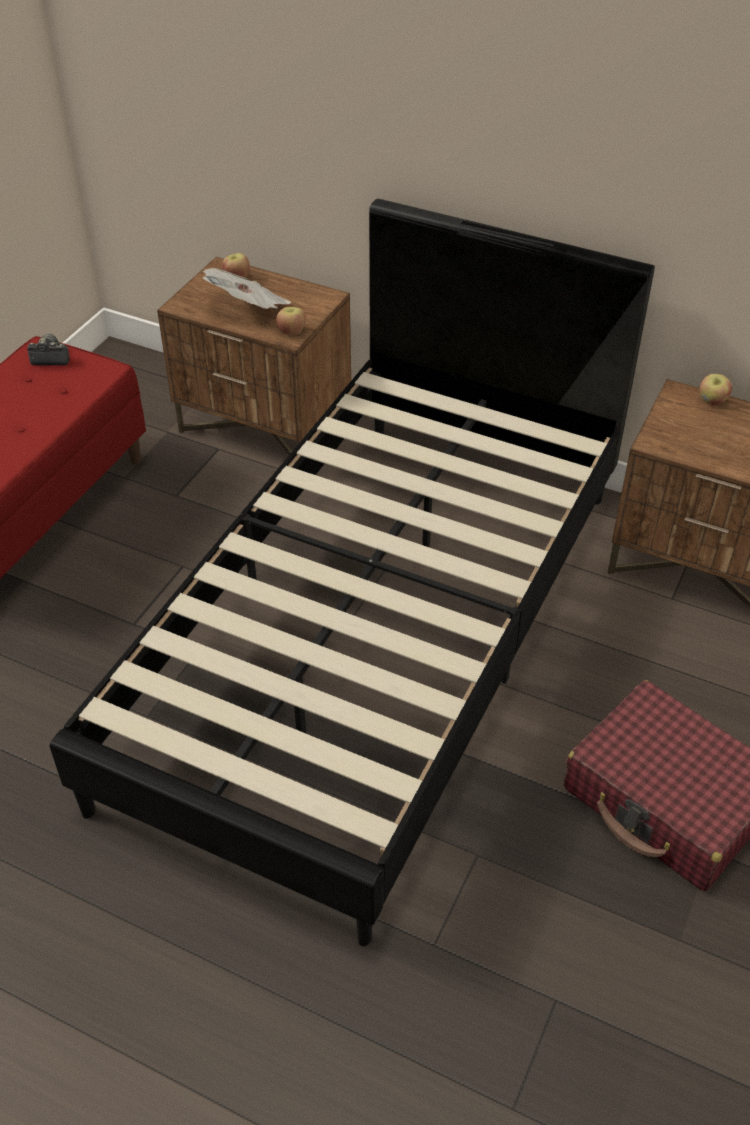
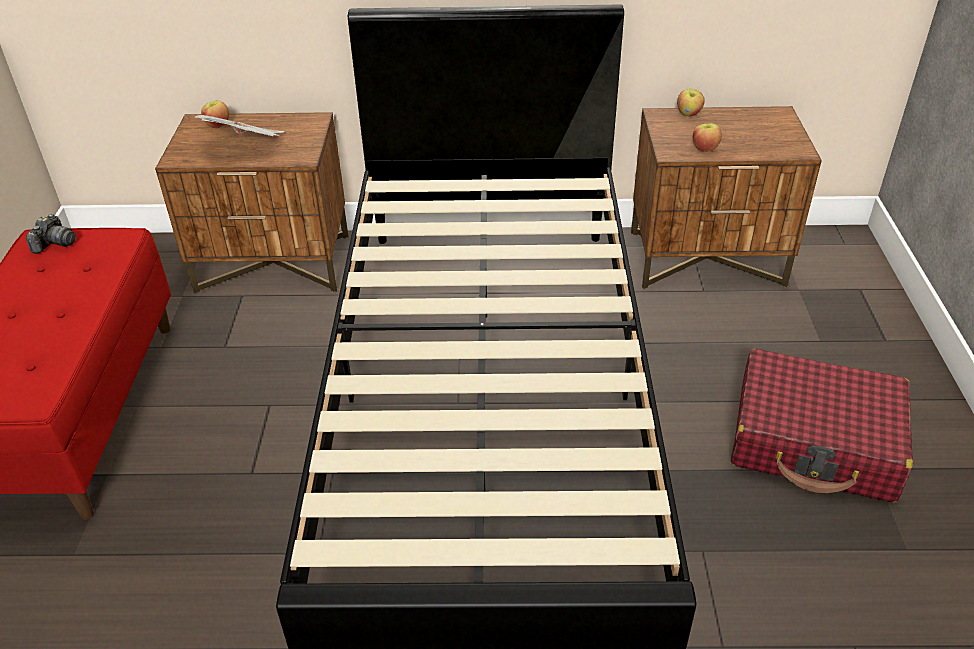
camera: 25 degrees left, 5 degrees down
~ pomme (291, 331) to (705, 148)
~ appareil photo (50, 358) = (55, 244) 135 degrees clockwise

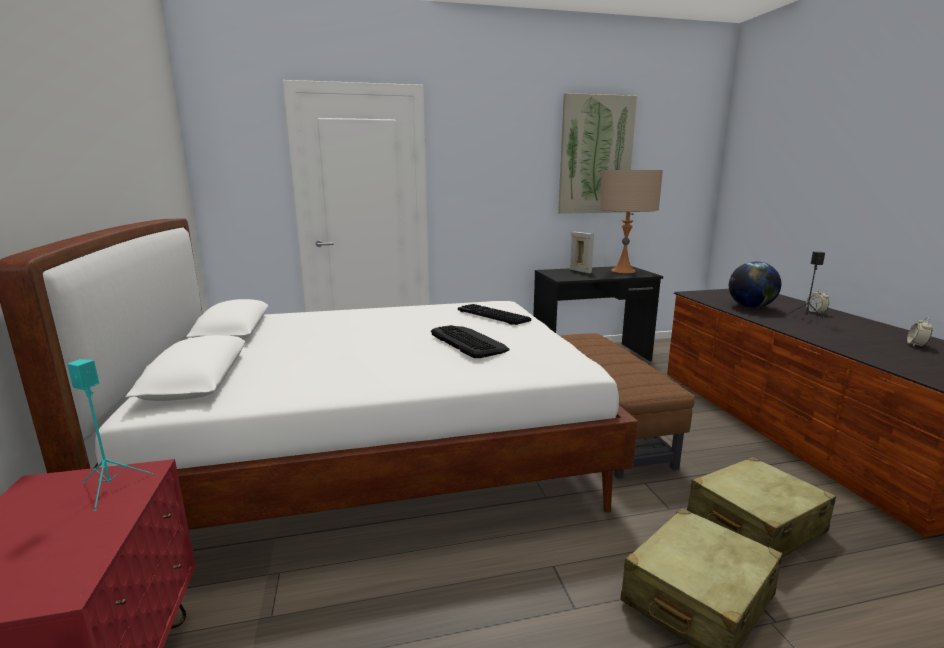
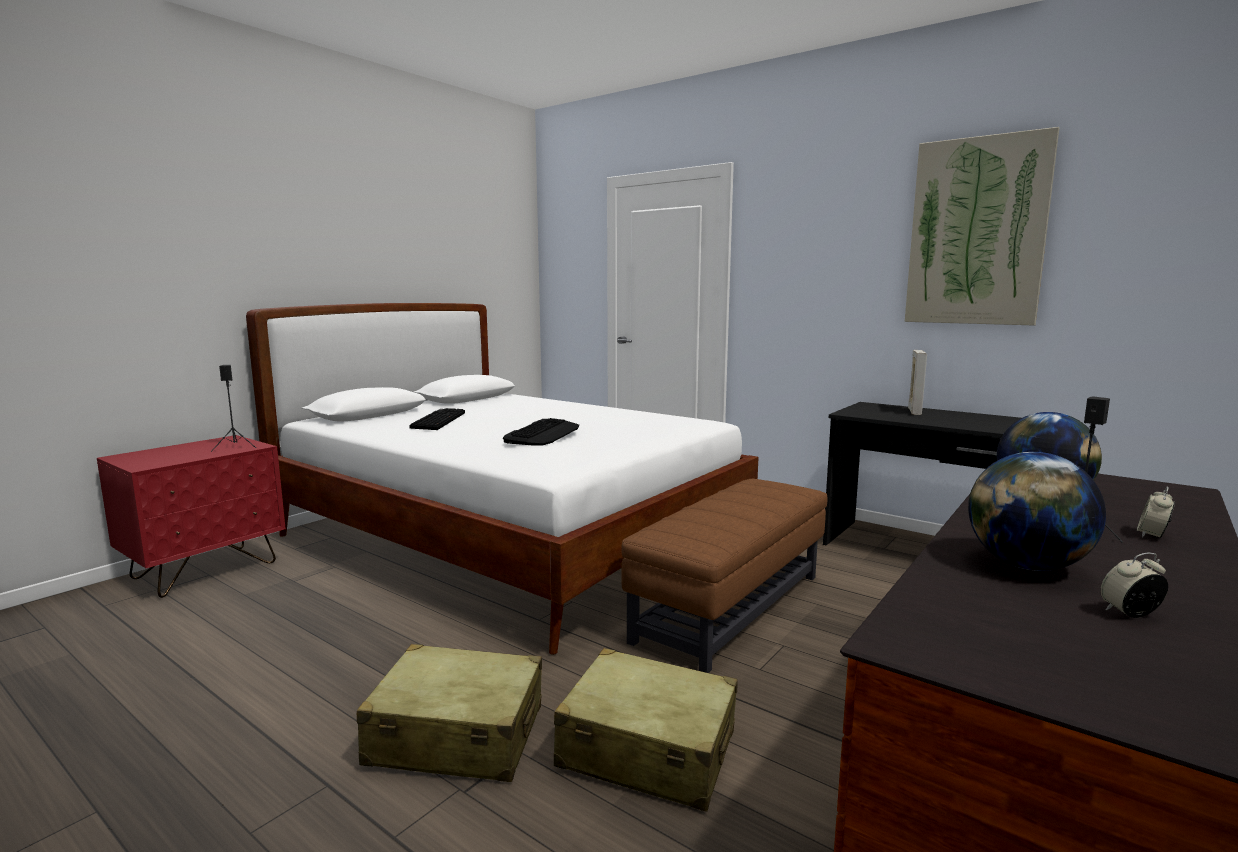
camera: 50 degrees right, 5 degrees down
- lampe de table [beige] (623, 271)
+ globe (1026, 566)
~ clavier (491, 316) to (437, 420)
~ enceinte [turquoise] (112, 487) to enceinte [noir] (235, 447)

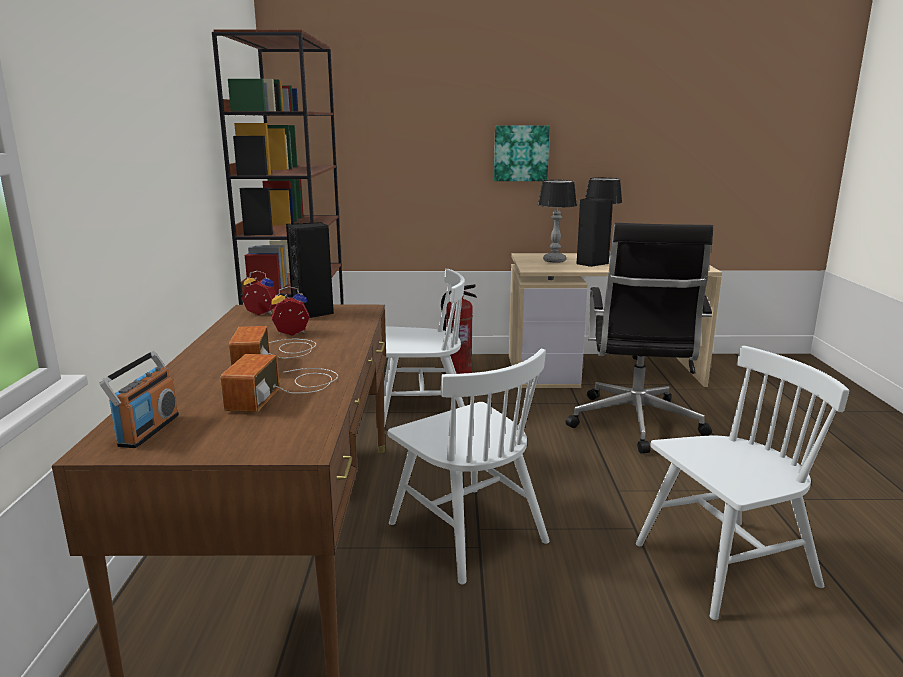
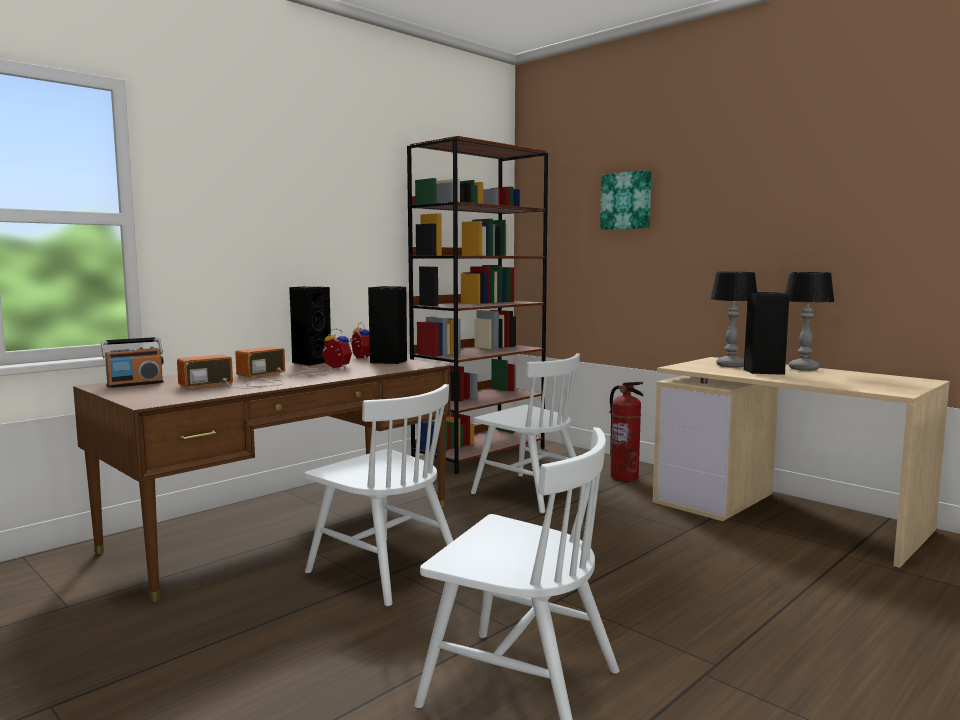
camera: 45 degrees right, 10 degrees down
- chaise de bureau [noir] (635, 424)
+ enceinte [noir] (310, 362)
~ tableau (521, 153) to (626, 201)
~ chaise [blanc] (467, 532) = (384, 570) 60 degrees counterclockwise

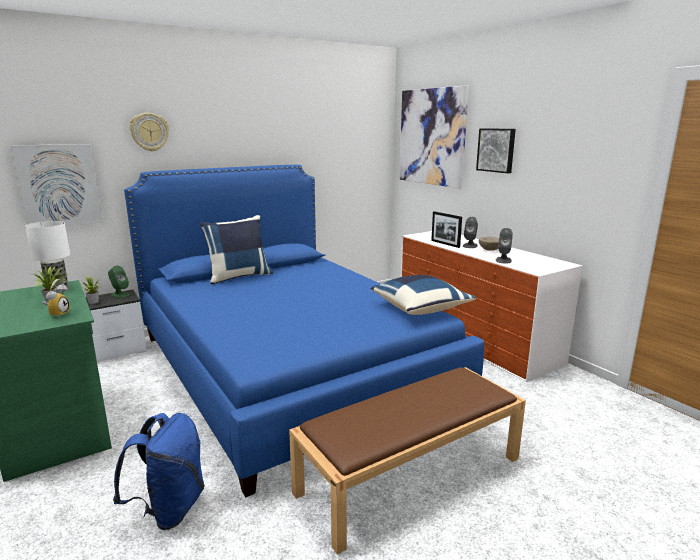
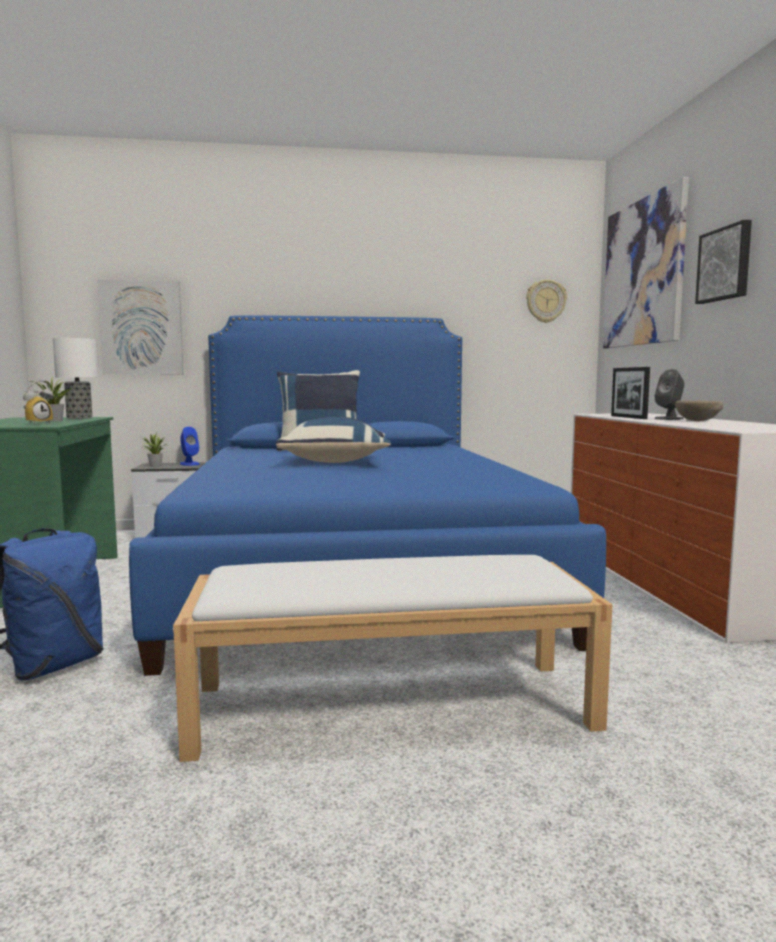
camera: 25 degrees right, 10 degrees down
- enceinte [gris] (503, 260)
~ horloge murale (149, 132) to (545, 301)
~ coussin [bleu] (420, 309) to (336, 461)
~ enceinte [vert] (120, 294) to enceinte [bleu] (189, 464)
~ banc [marron] (411, 474) to banc [blanc] (393, 705)

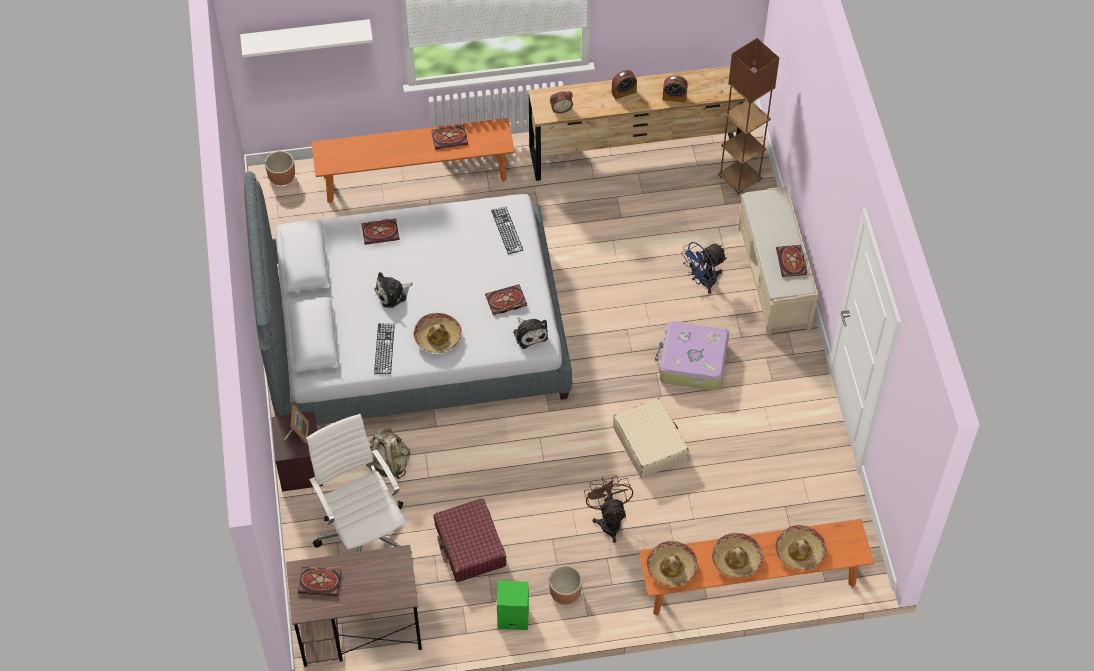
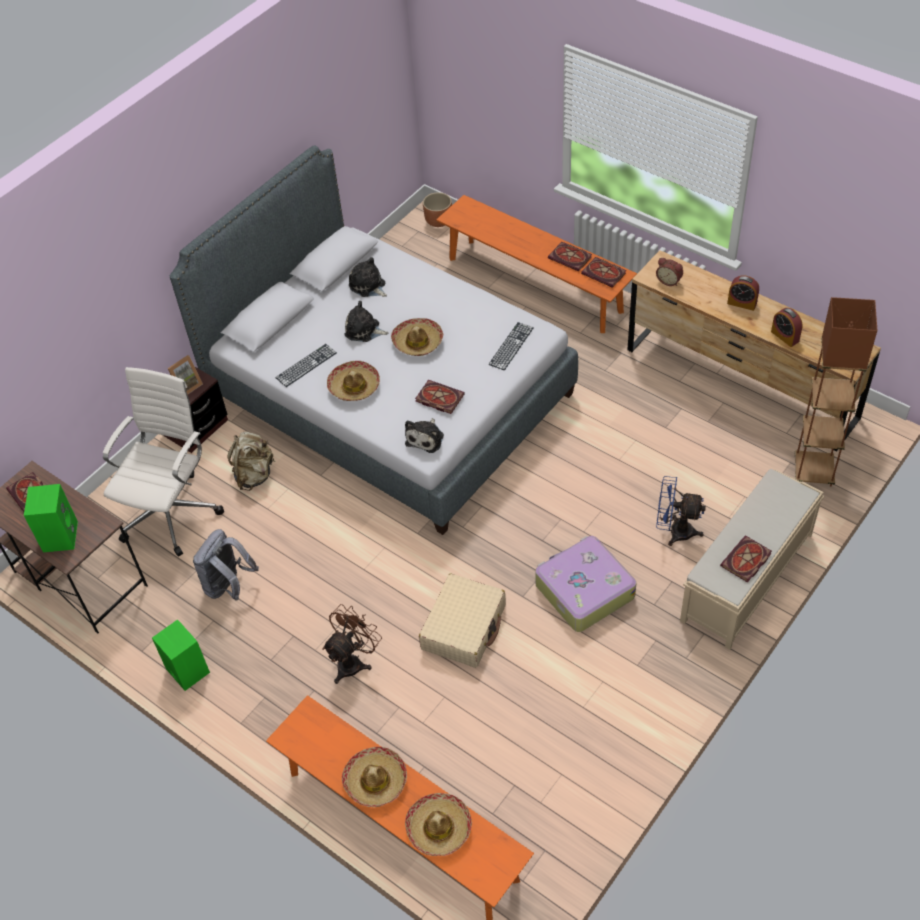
camera: 50 degrees right, 5 degrees down
- étagère [blanc] (306, 36)
- cache-pot [marron] (565, 593)
+ enceinte [vert] (59, 536)
+ peluche (368, 286)
~ livre (381, 232) to (605, 273)
~ chapeau (672, 567) to (418, 342)
~ valise [rouge] (470, 546) to sac à dos [gris] (228, 586)

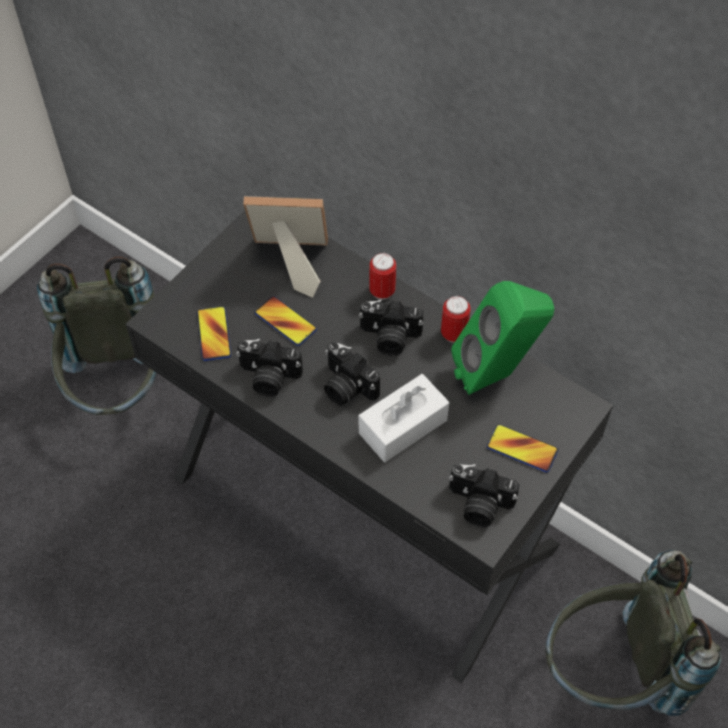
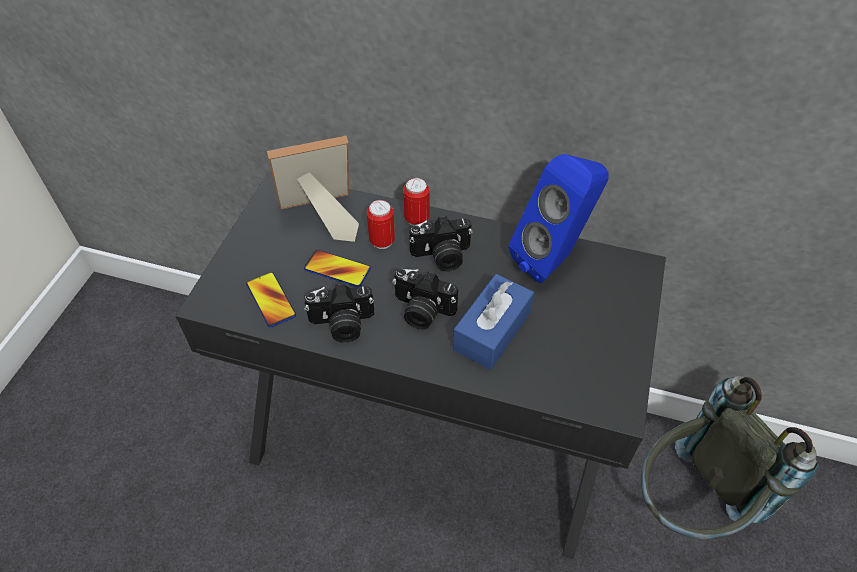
camera: 20 degrees left, 5 degrees down
- sac à dos [gris] (118, 390)
- appareil photo (478, 505)
- téléphone (522, 449)
~ boîte métallique (453, 334) to (382, 241)
~ boîte à mouchoirs [blanc] (403, 426) to boîte à mouchoirs [bleu] (492, 331)
~ enceinte [vert] (497, 373) to enceinte [bleu] (553, 259)

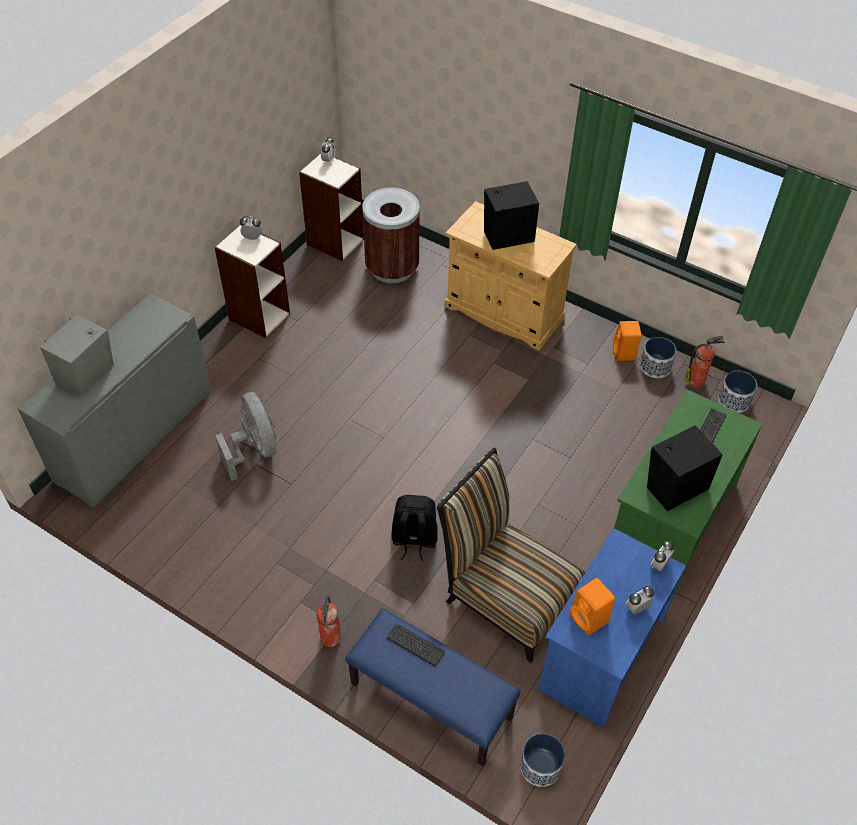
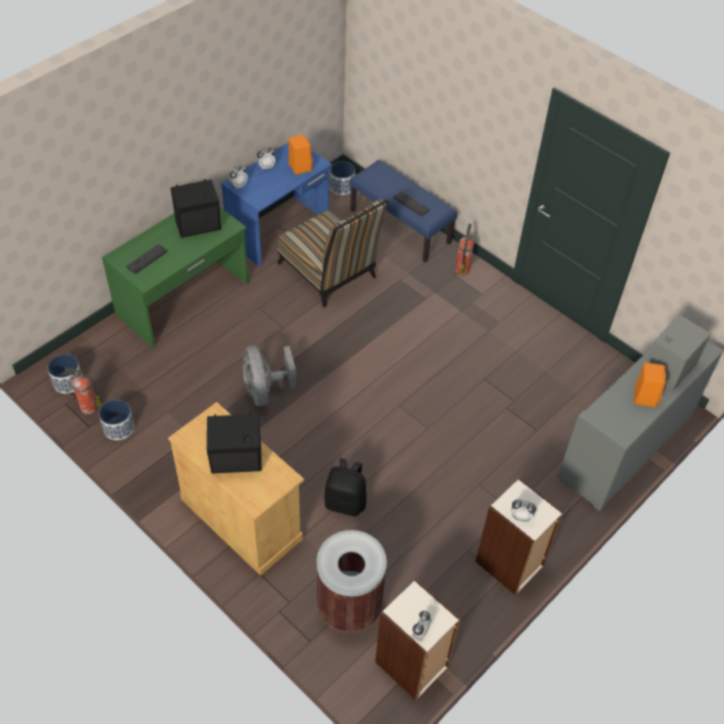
camera: 170 degrees left, 0 degrees up
~ ventilateur [gris] (255, 450) to (265, 391)
~ sac à dos [noir] (414, 539) to (345, 502)
~ enceinte [orange] (624, 353) to (644, 396)

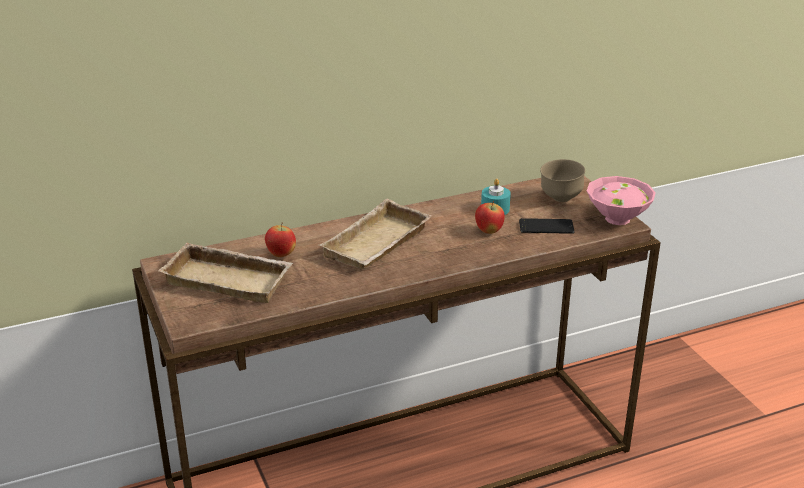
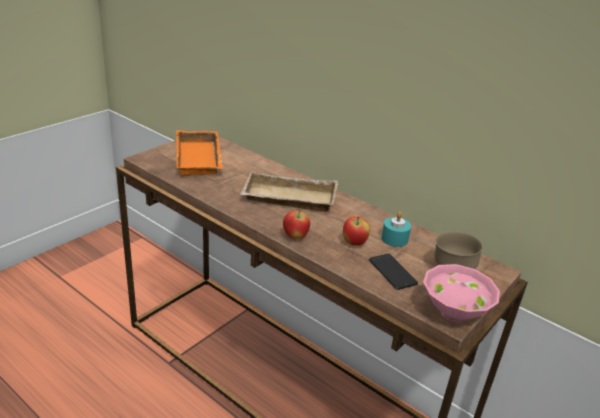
camera: 60 degrees right, 0 degrees up
~ pomme (281, 255) to (295, 237)
~ plateau [beige] (230, 279) to plateau [orange] (201, 159)

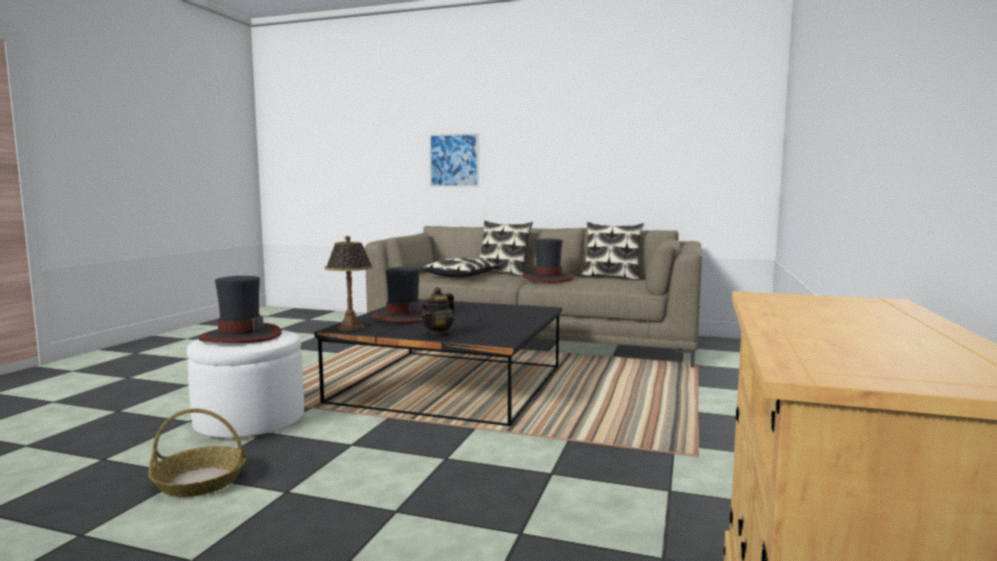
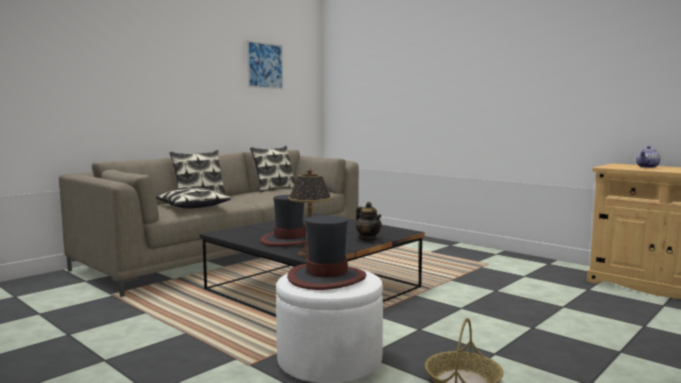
camera: 65 degrees left, 0 degrees up
- chapeau (548, 279)
+ théière (647, 167)
~ tableau (454, 160) to (265, 65)

